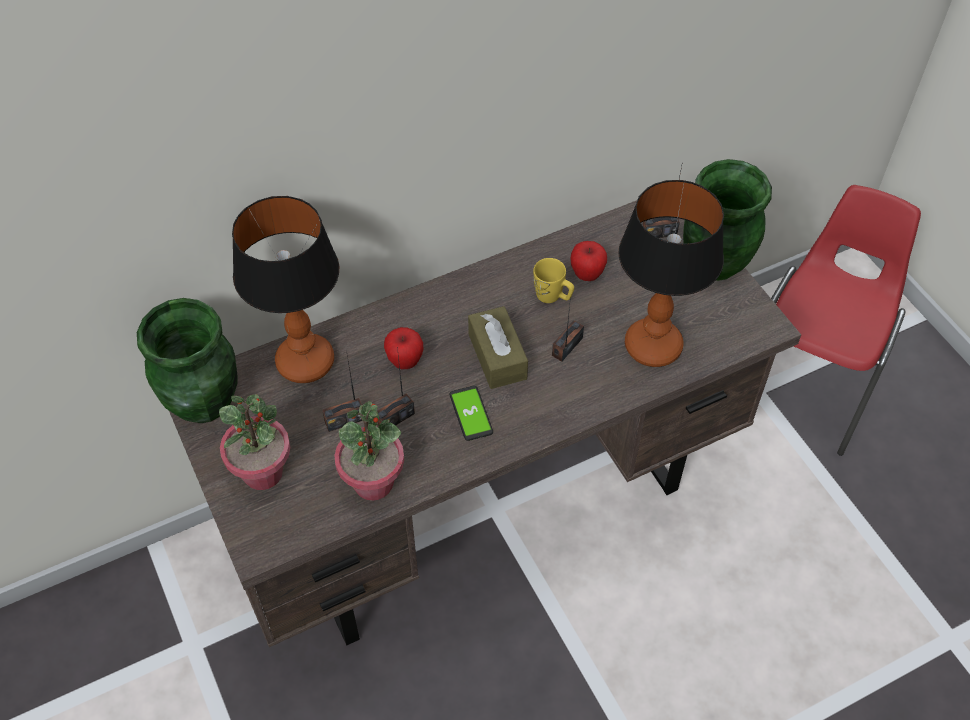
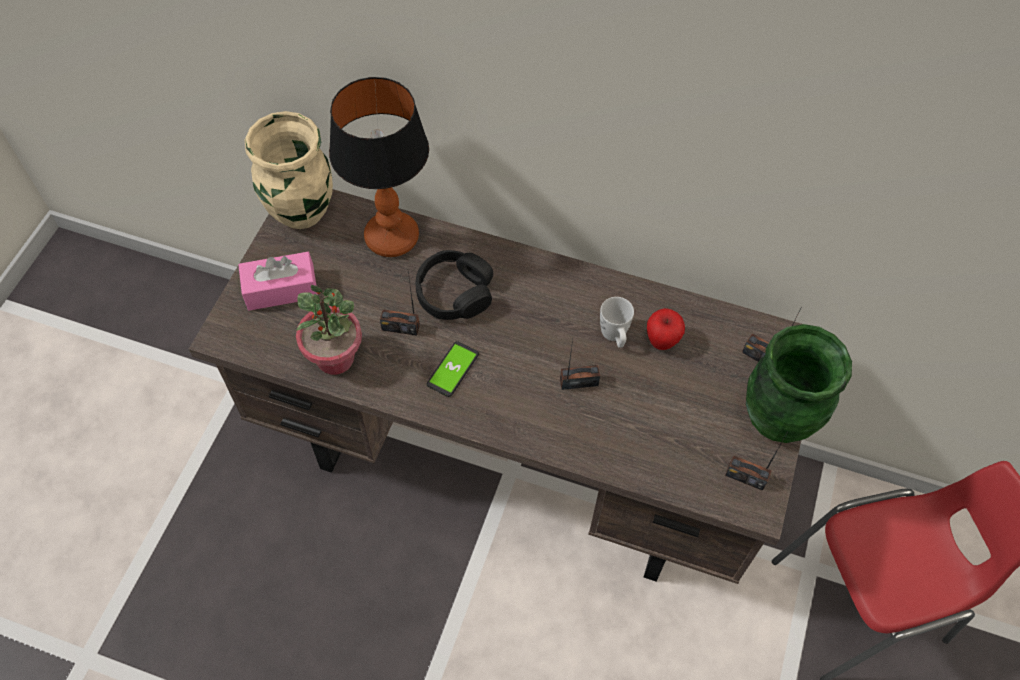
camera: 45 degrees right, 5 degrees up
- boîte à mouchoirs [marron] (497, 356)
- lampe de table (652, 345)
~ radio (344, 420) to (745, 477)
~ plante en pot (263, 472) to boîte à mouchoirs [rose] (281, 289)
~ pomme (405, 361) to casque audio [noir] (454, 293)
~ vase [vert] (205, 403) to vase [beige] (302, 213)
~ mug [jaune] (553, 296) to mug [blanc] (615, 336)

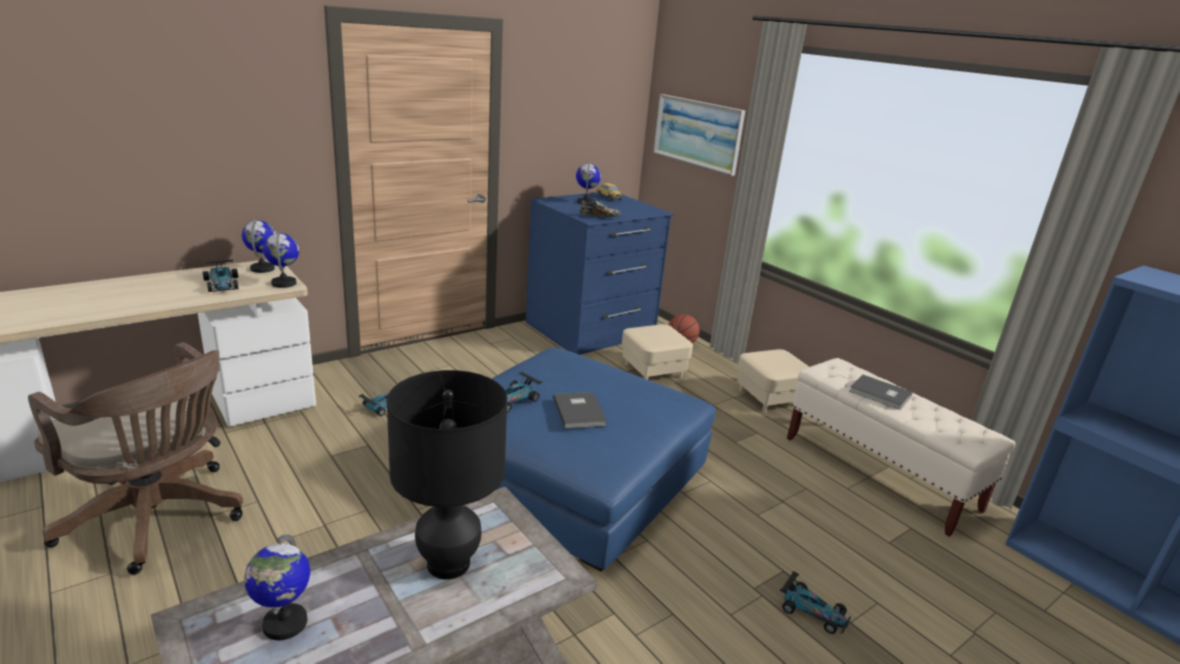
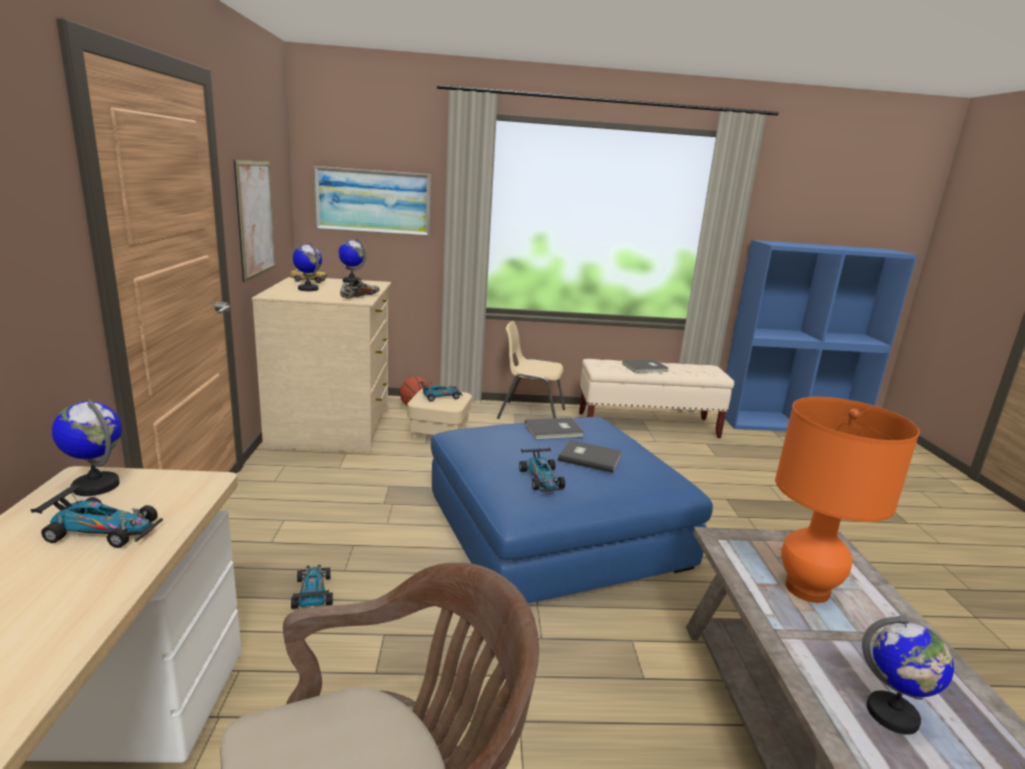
camera: 55 degrees left, 5 degrees down
+ tableau (255, 218)
+ livre [gris] (555, 431)
~ globe (284, 283) to (351, 281)
~ petite voiture (812, 611) to (440, 396)
~ pouf [beige] (770, 398) to chaise [beige] (530, 414)
~ lampe de table [noir] (448, 564) to lampe de table [orange] (807, 589)
~ commode [bleu] (591, 330) to commode [beige] (333, 427)

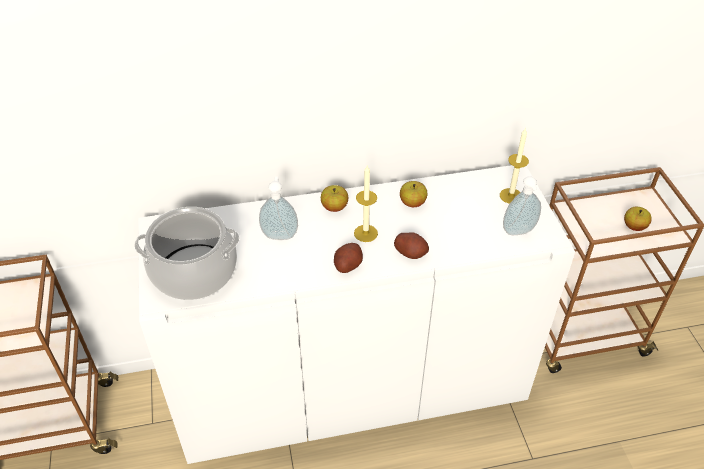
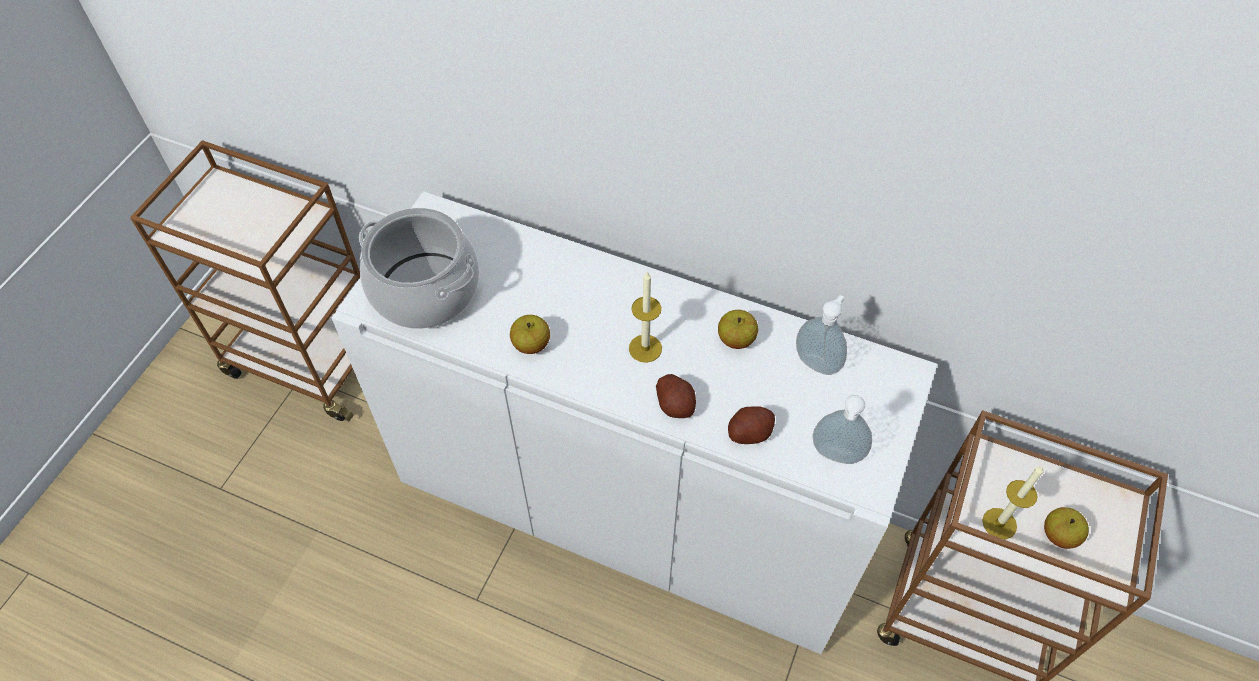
camera: 35 degrees right, 10 degrees up
~ distributeur de savon (280, 234) to (817, 362)
~ pomme (334, 207) to (531, 344)
~ pomme de terre (347, 265) to (749, 432)
~ bougie (511, 196) to (999, 523)

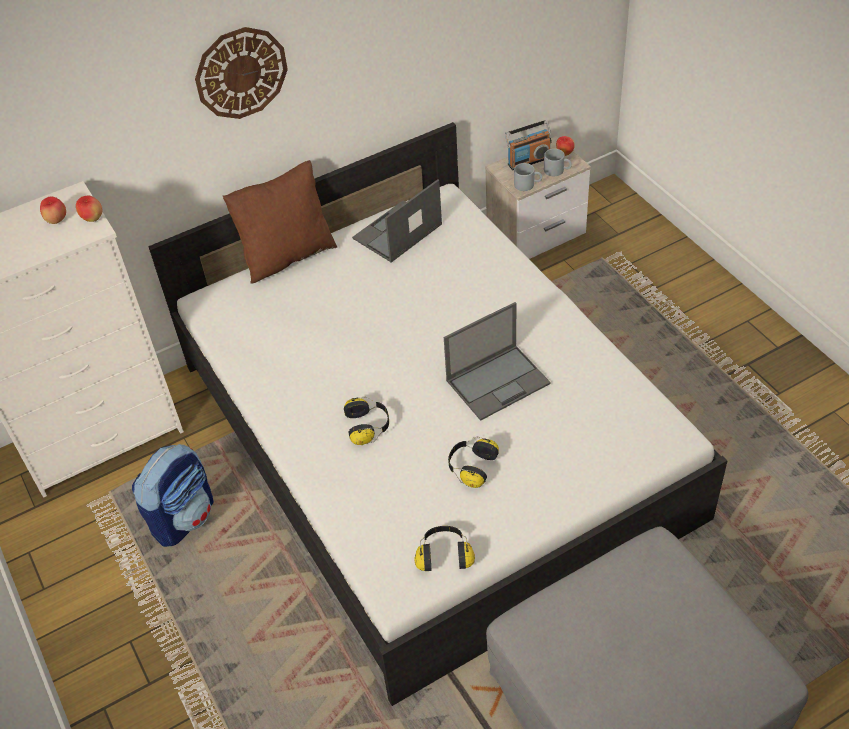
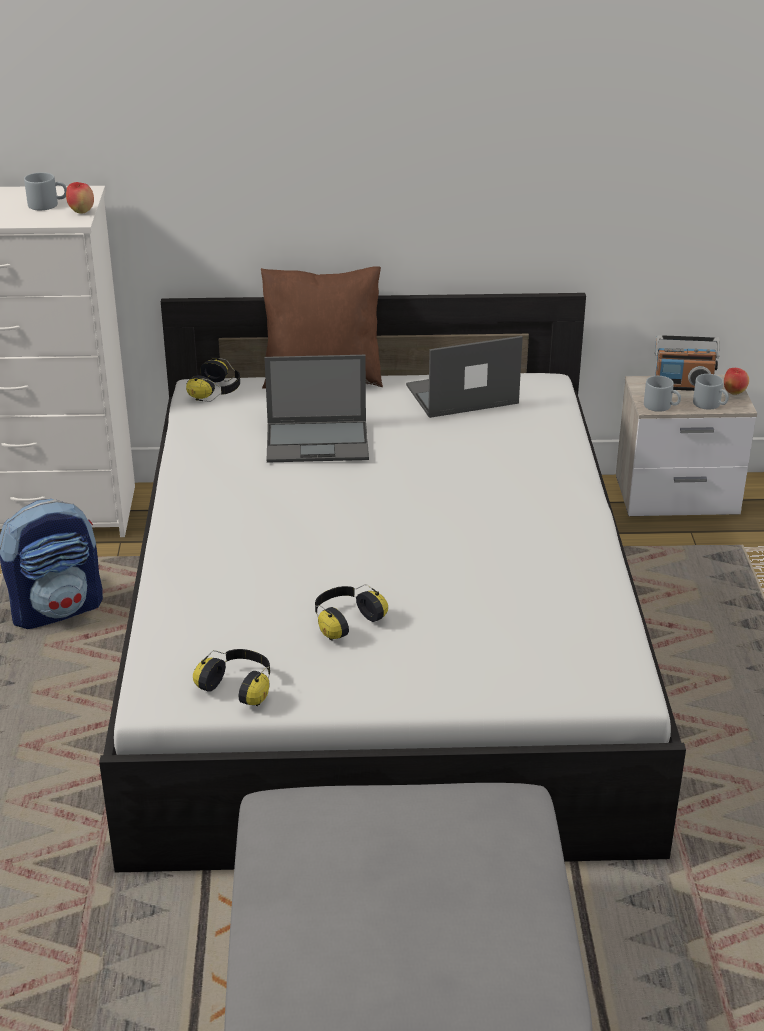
camera: 25 degrees right, 15 degrees down
- horloge murale (241, 73)
~ casque audio (368, 426) to (217, 391)
~ ordinateur portable (498, 381) to (318, 441)
~ pomme (57, 220) to mug [gris] (48, 204)

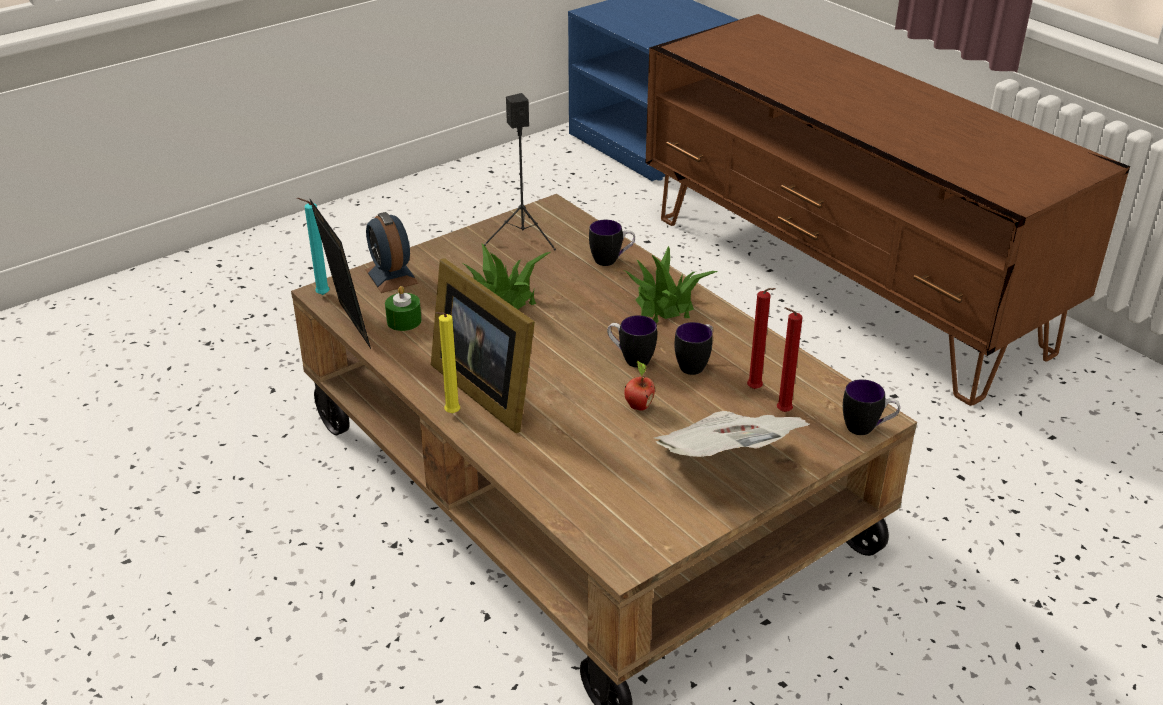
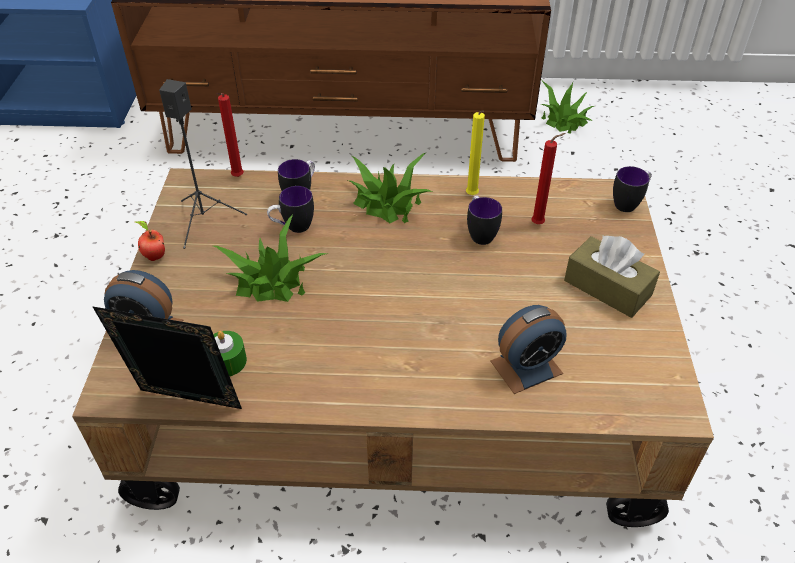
camera: 50 degrees left, 10 degrees up
- bougie [turquoise] (320, 295)
- cadre photo (486, 388)
+ réveil (526, 367)
+ plante en pot (563, 120)
~ bougie [jaune] (450, 414) to (472, 196)
~ mug (630, 359) to (292, 228)
~ pomme (638, 406) to (154, 256)
~ bougie [rouge] (781, 412) to (236, 178)
~ journal (726, 462) to boîte à mouchoirs [marron] (607, 288)

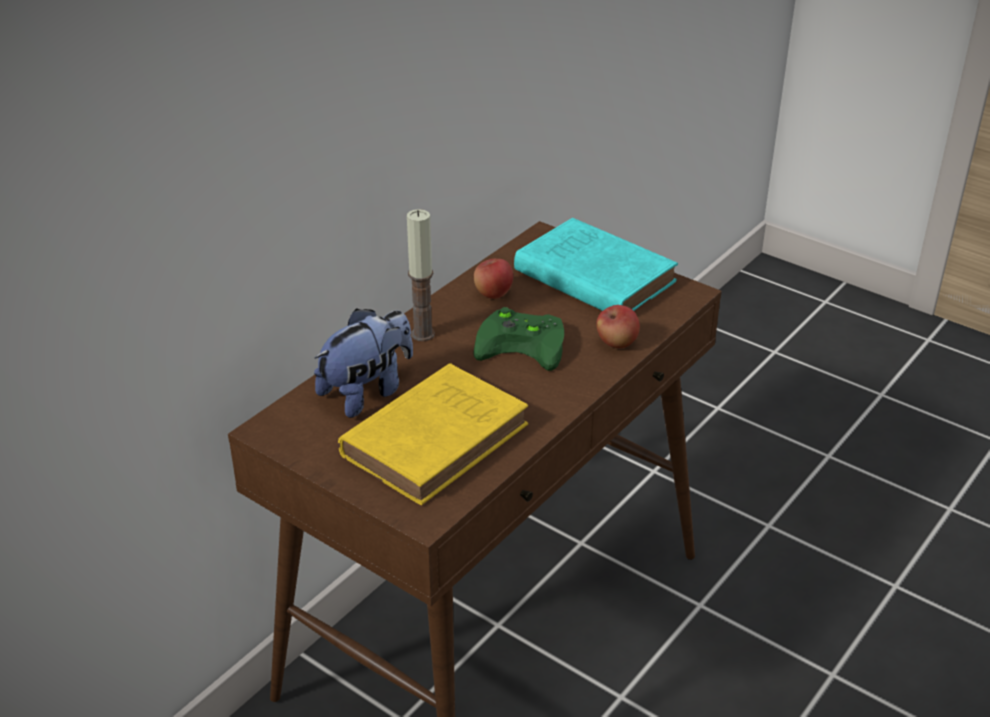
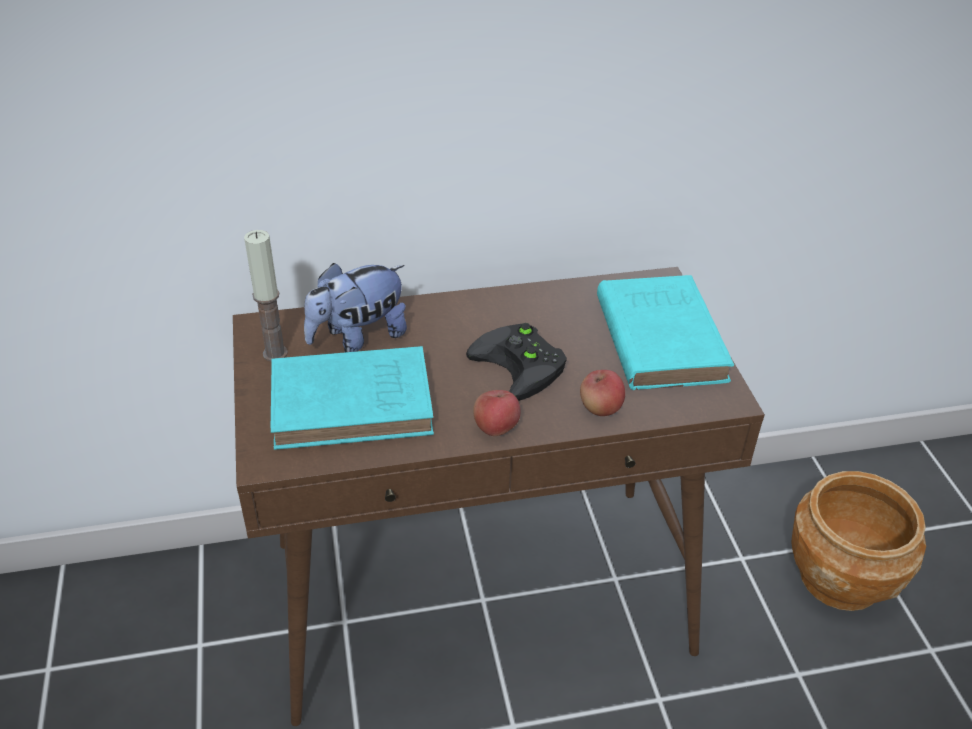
camera: 40 degrees right, 5 degrees up
+ cache-pot [marron] (839, 577)
~ bougie (422, 334) to (275, 353)
~ pomme (493, 293) to (496, 428)
~ livre [jaune] (438, 438) to livre [turquoise] (357, 404)
~ manette [vert] (525, 344) to manette [noir] (523, 365)
~ peluche (367, 392) = (358, 337) 150 degrees clockwise

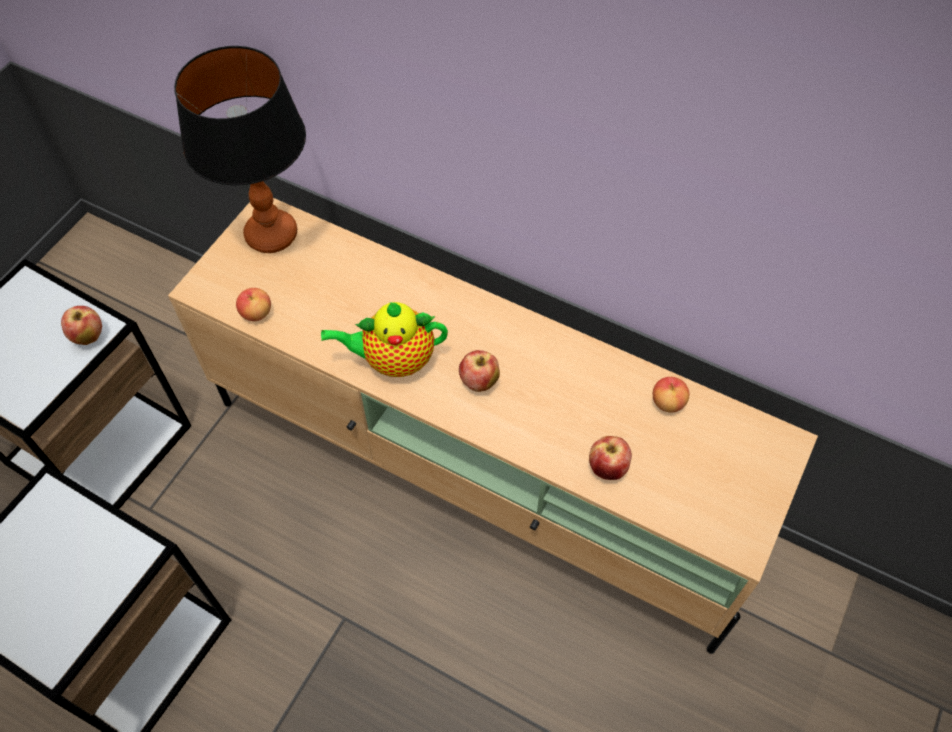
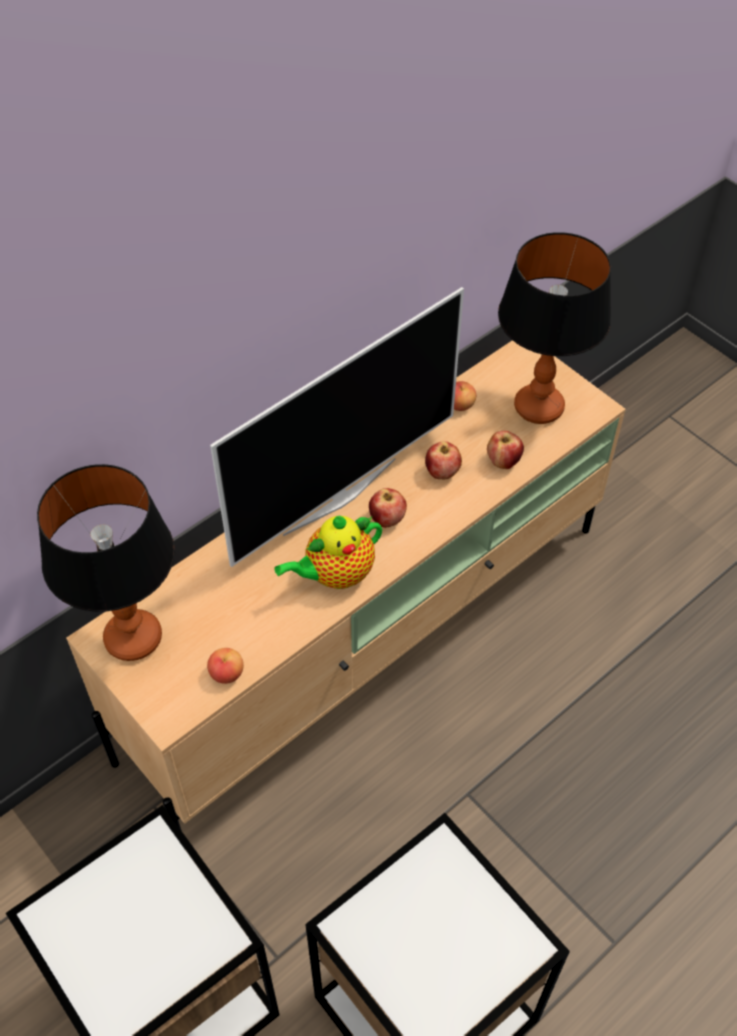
camera: 70 degrees left, 5 degrees down
+ téléviseur (338, 495)
+ lampe de table (538, 407)
~ pomme (88, 336) to (442, 473)
~ théière (394, 360) = (335, 575) 45 degrees clockwise

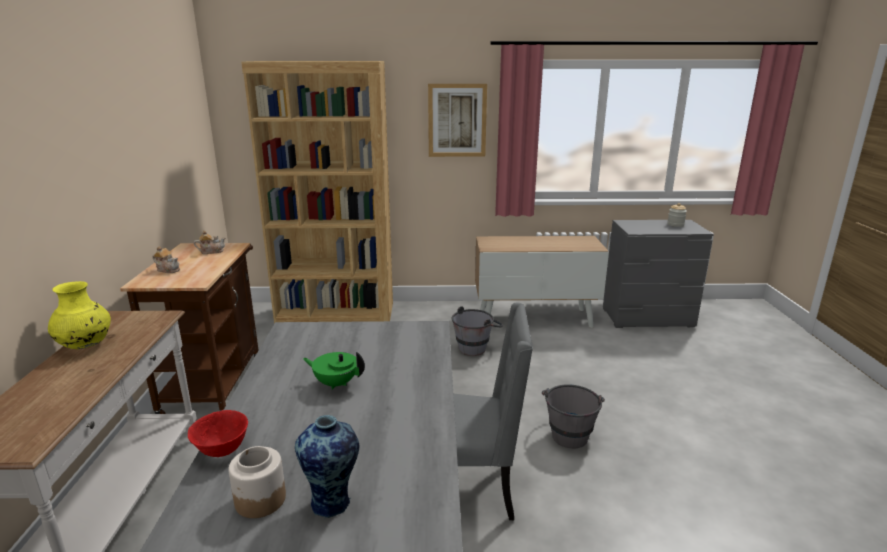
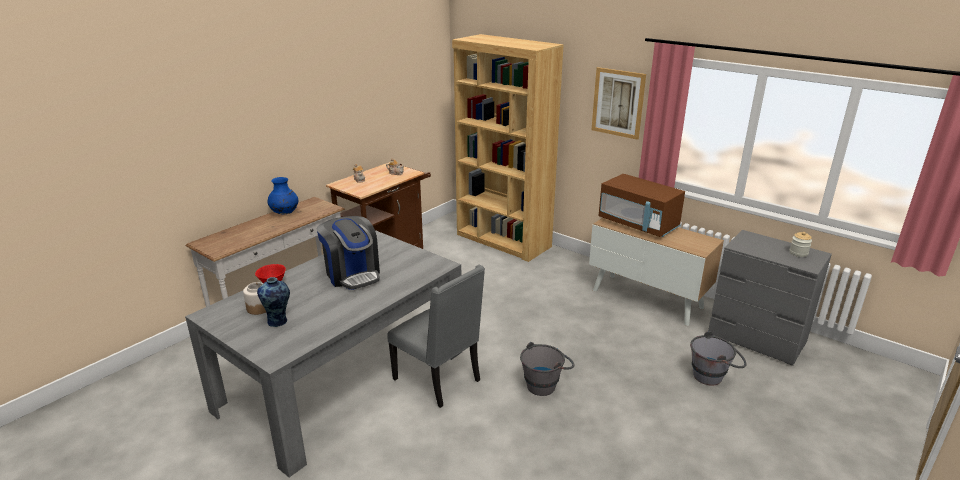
camera: 40 degrees right, 5 degrees up
+ micro-ondes [marron] (638, 224)
~ seau [gris] (476, 347) to (713, 376)
~ théière [vert] (336, 383) to machine à café (352, 274)
~ vase [jaune] (86, 346) to vase [bleu] (284, 213)

